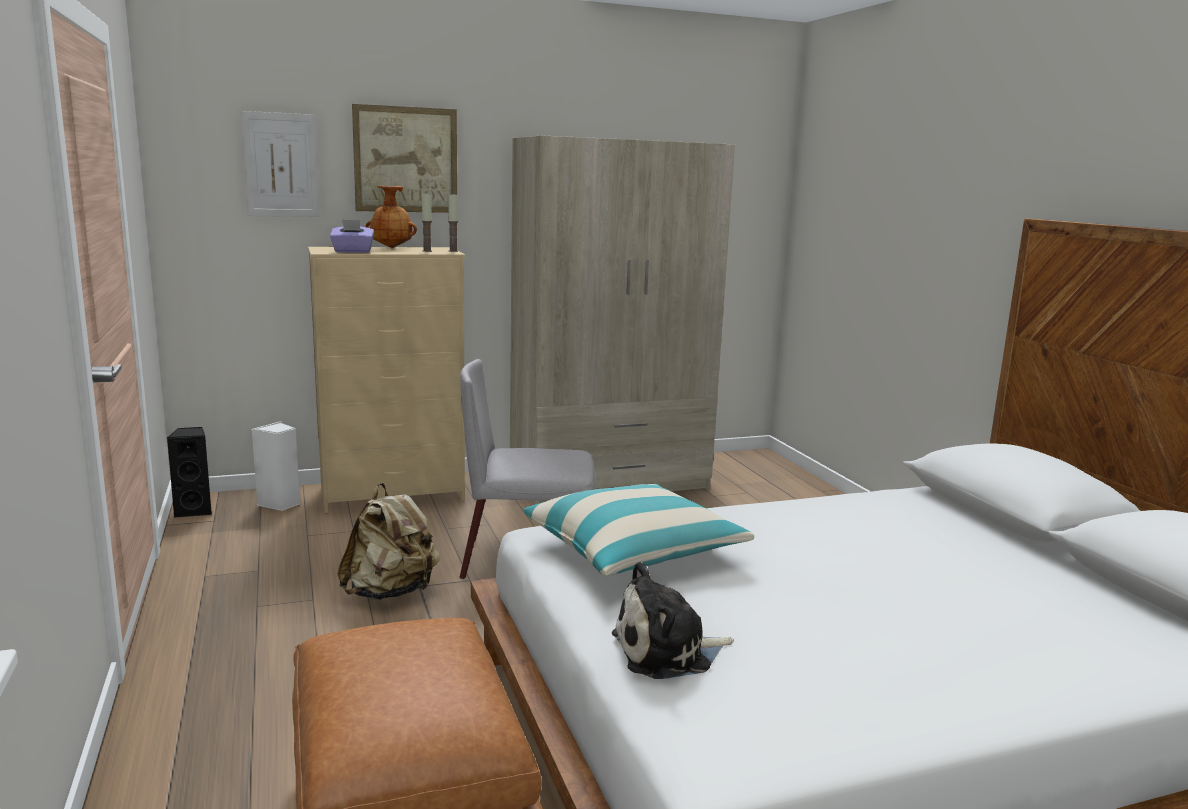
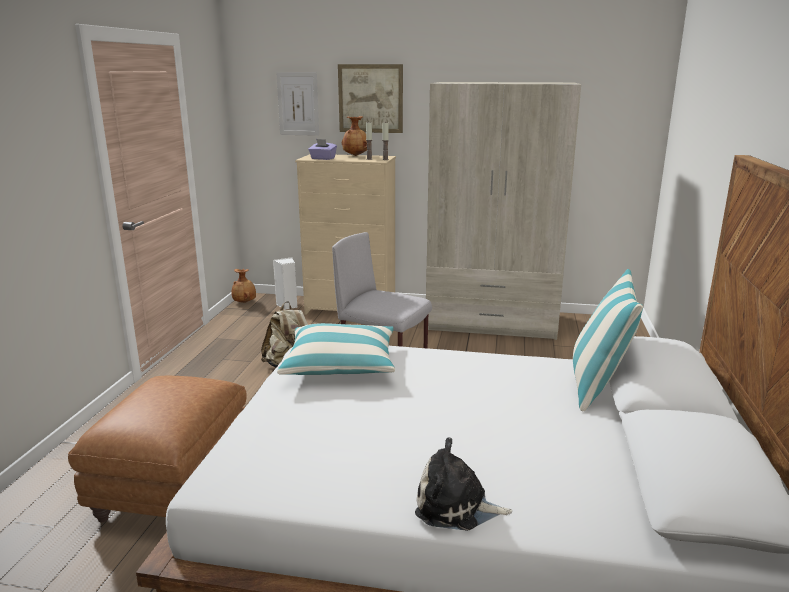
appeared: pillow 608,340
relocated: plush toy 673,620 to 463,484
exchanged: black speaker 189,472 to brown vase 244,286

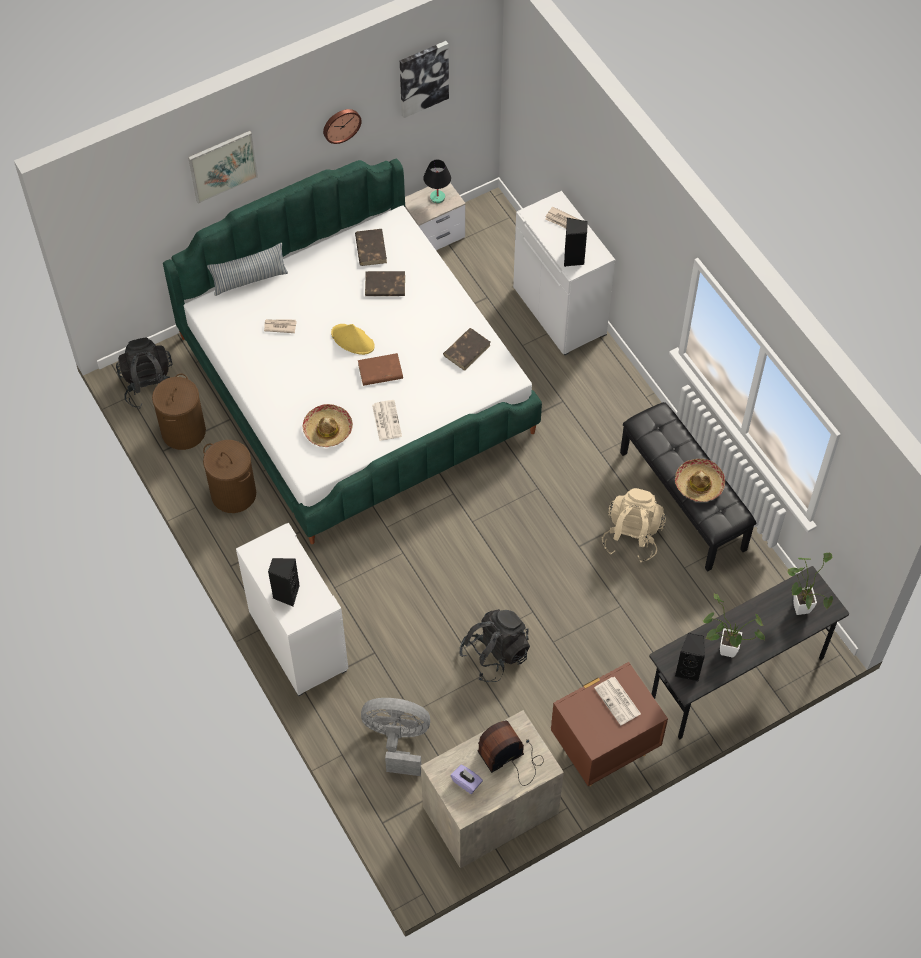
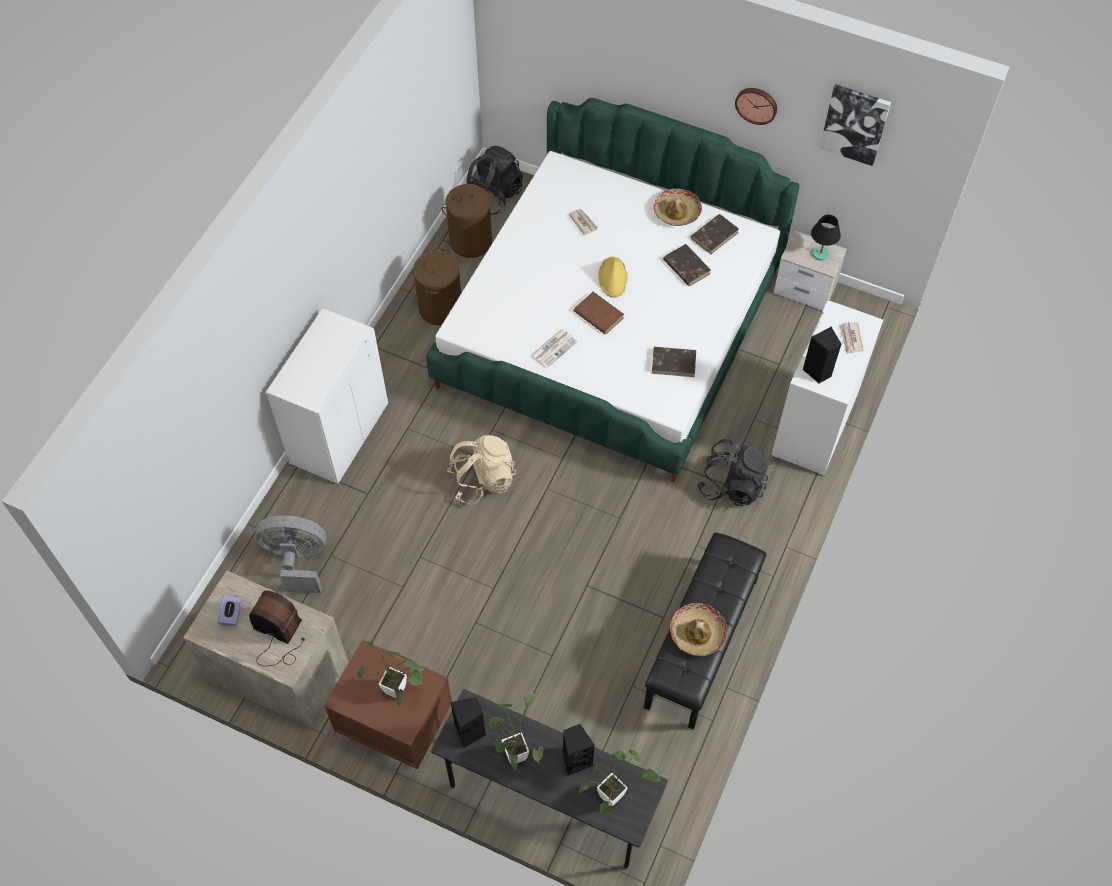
missing: picture 223,167; pillow 247,269
relocated: hat 328,425 to 677,207; beige backpack 634,525 to 481,469; black speaker 284,582 to 579,750; black backpack 495,645 to 733,473
exchanged: newspaper 617,701 to potted plant 390,674
spun: grey fan 395,737 = 290,554 60 degrees counterclockwise

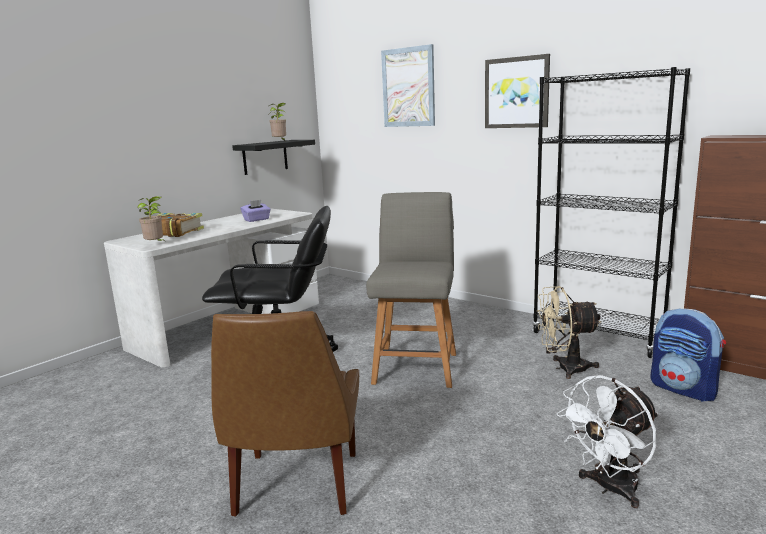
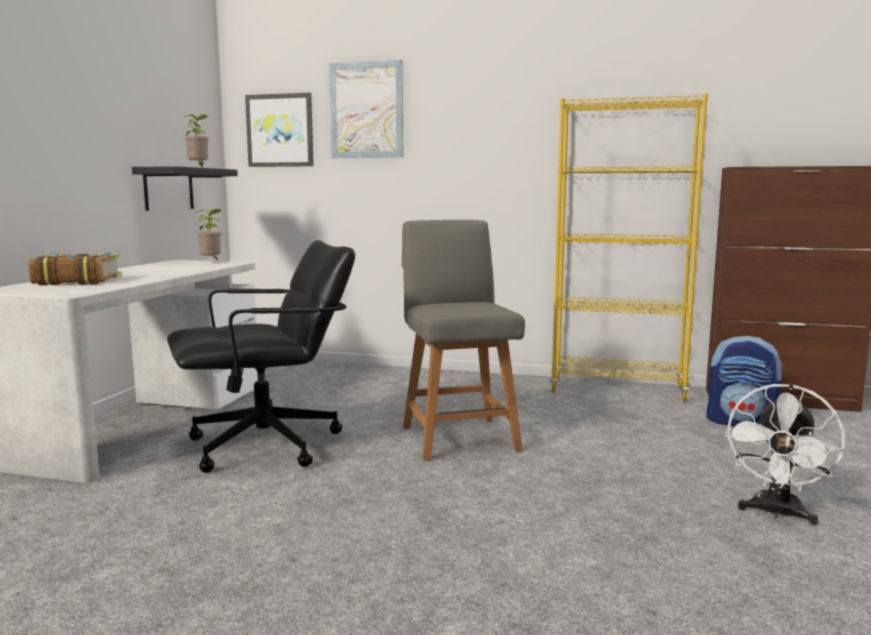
missing: purple tissue box 256,211; beige fan 569,332; brown chair 285,414
relocated: picture 517,91 to 279,130; potted plant 152,219 to 208,234
colour: black bookcase 611,212 to yellow bookcase 629,248

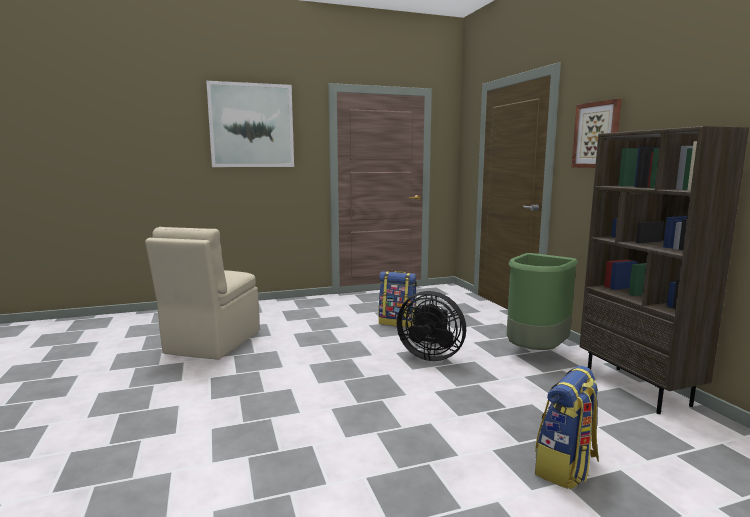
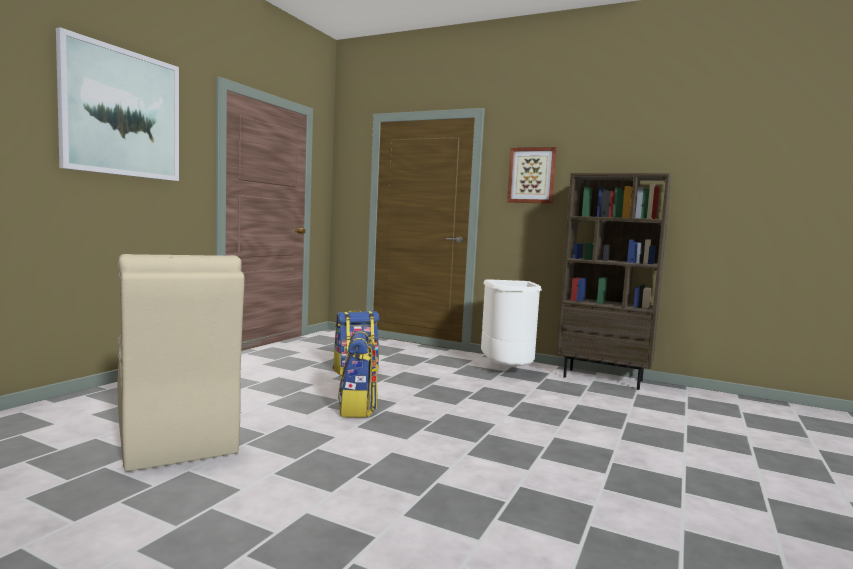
missing: black fan 431,326
relocated: backpack 567,427 to 357,374
colour: green trash can 542,301 to white trash can 511,322

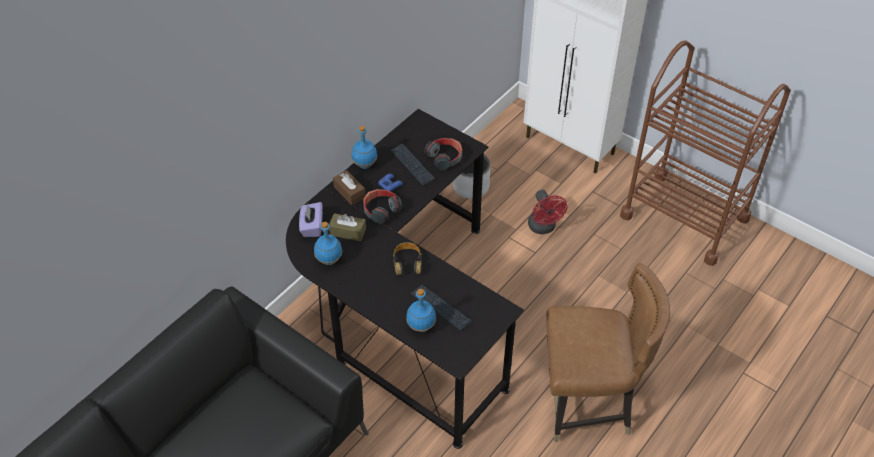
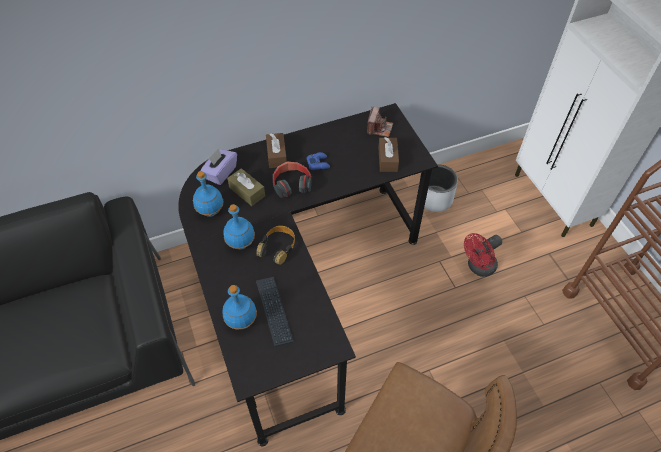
missing: keyboard 413,164
appeared: photo camera 380,122
relocated: blue bottle 364,147 to 239,226
exchanged: headphones 443,154 to brown tissue box 388,154
spun: red fan 547,212 = 483,255 45 degrees clockwise

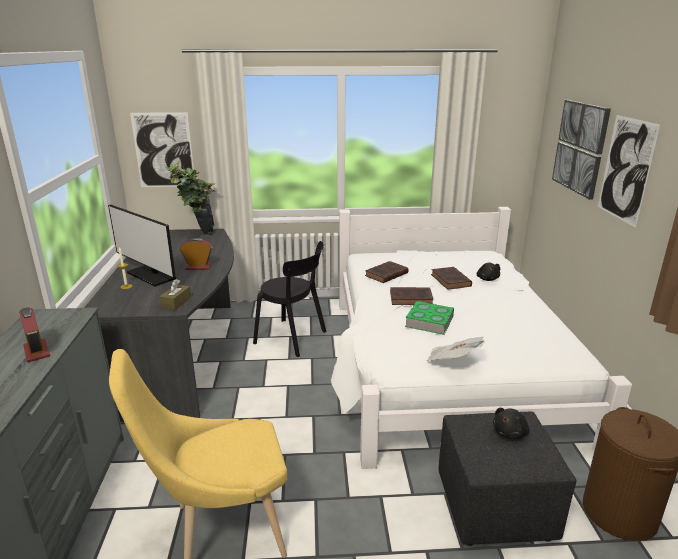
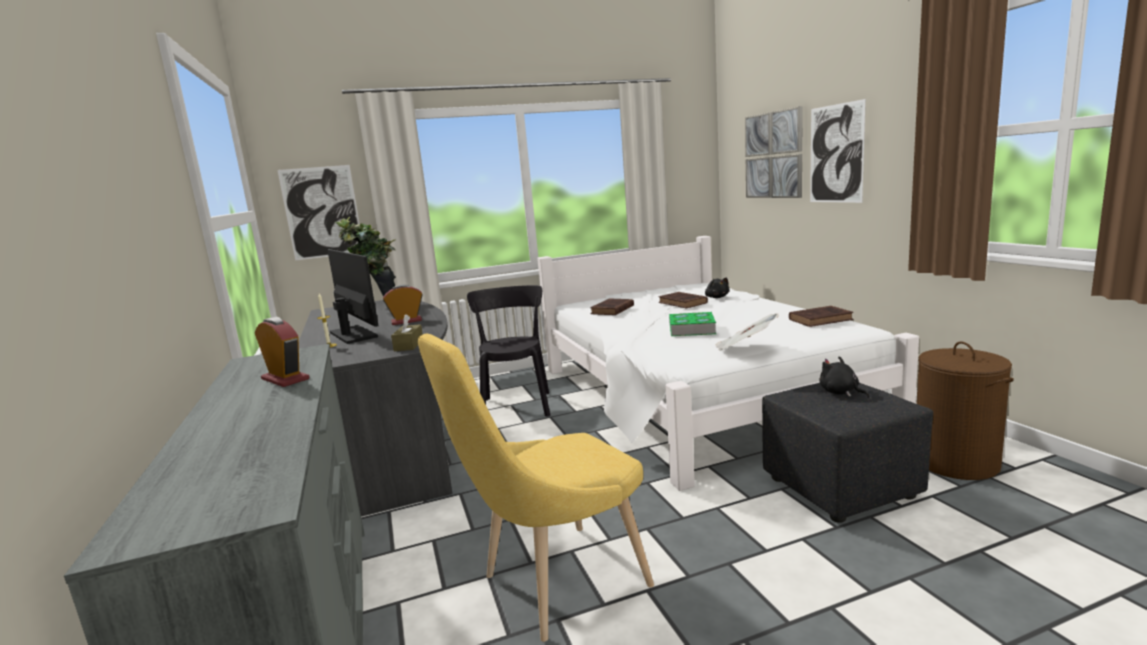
relocated: brown book 412,296 to 821,316
spun: monitor 142,245 = 352,296 150 degrees counterclockwise; black chair 290,299 = 508,351 105 degrees counterclockwise; black plush toy 511,423 = 845,377 120 degrees clockwise

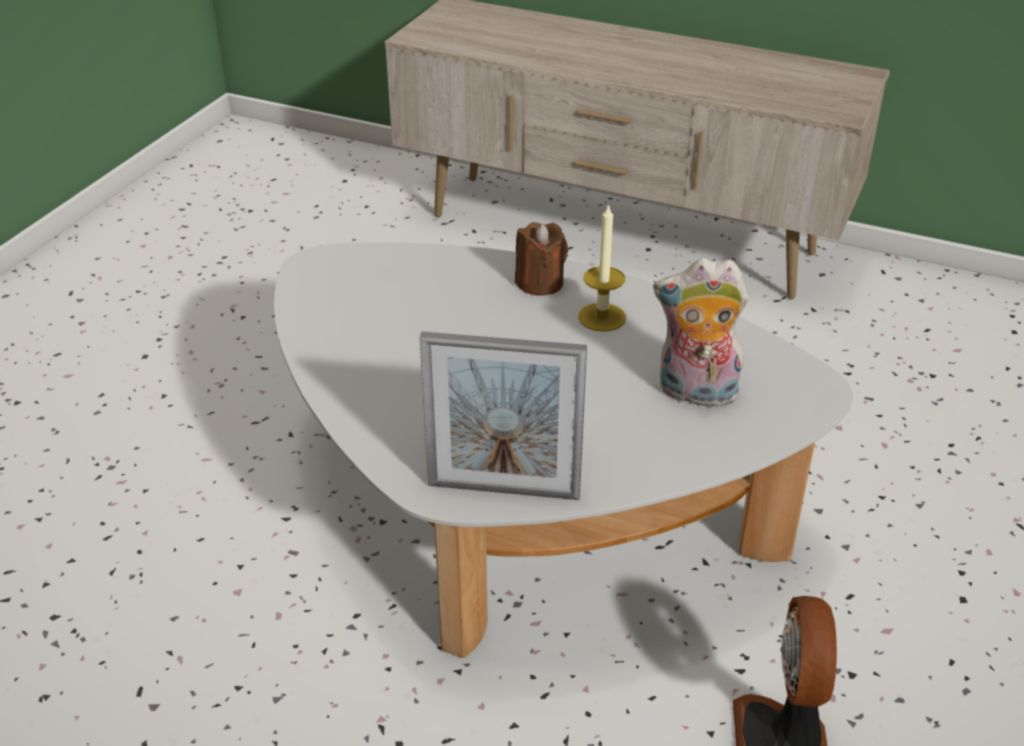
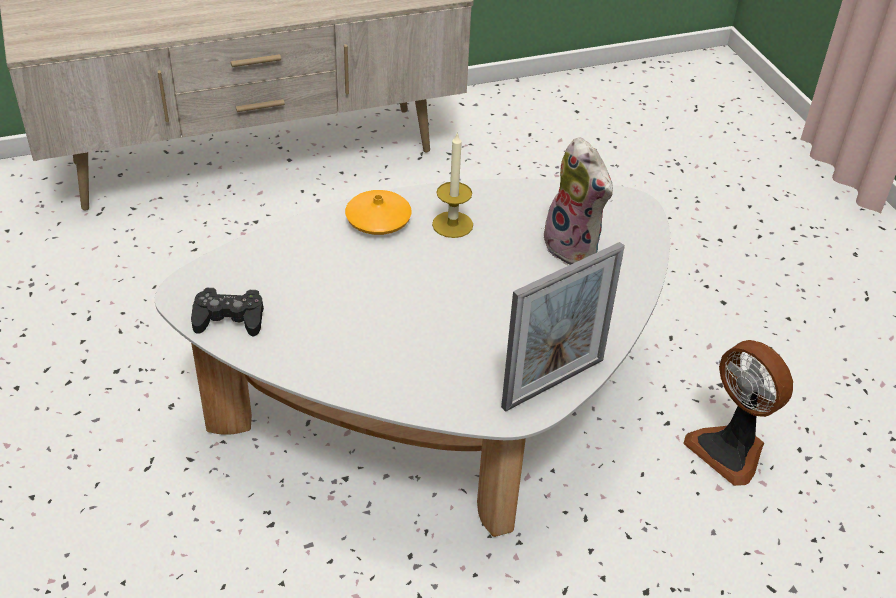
appeared: black game controller 227,312
exchanged: brown candle 541,259 to orange vase 378,212
spun: plush toy 701,335 = 578,201 90 degrees counterclockwise

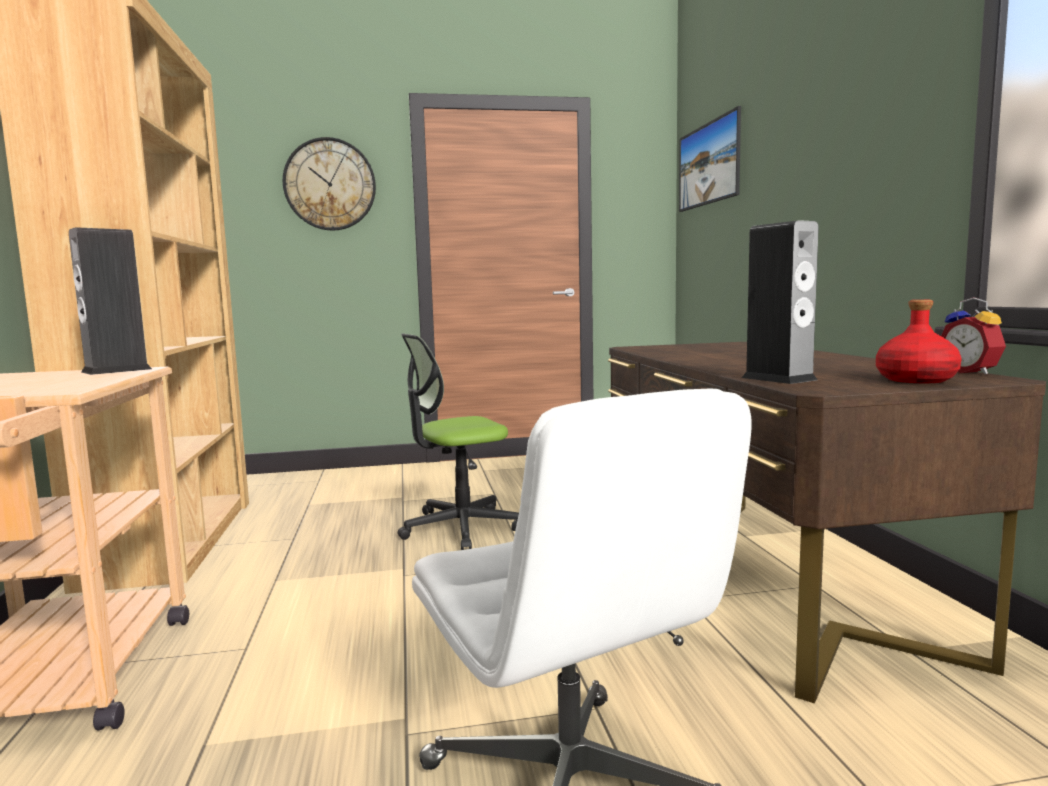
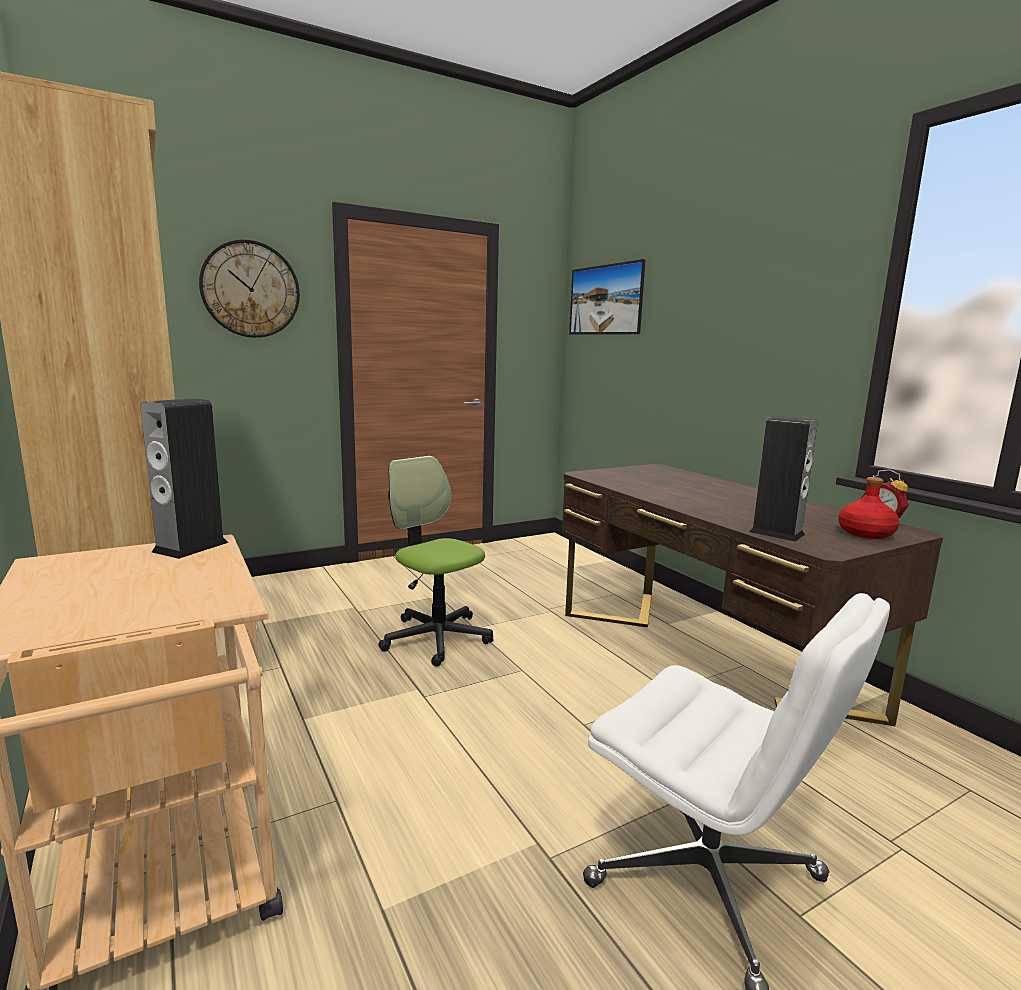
spun: office chair 458,441 = 436,561 90 degrees clockwise

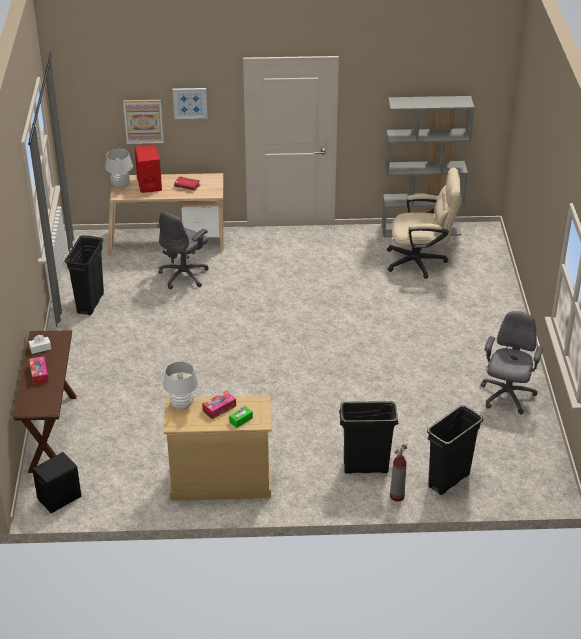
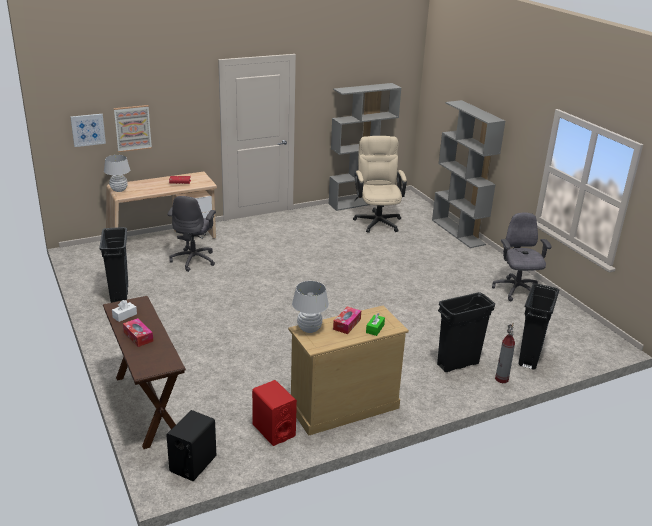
appeared: grey bookcase 468,174
relocated: picture 190,103 to 88,130; red speaker 148,169 to 274,413
spun: beige office chair 424,223 = 380,184 75 degrees counterclockwise

